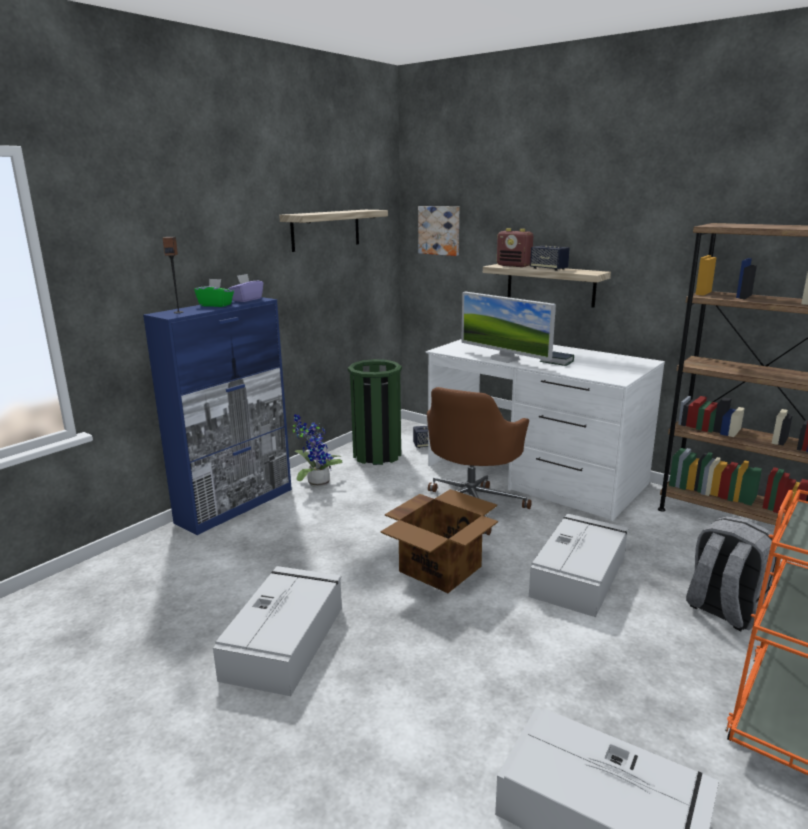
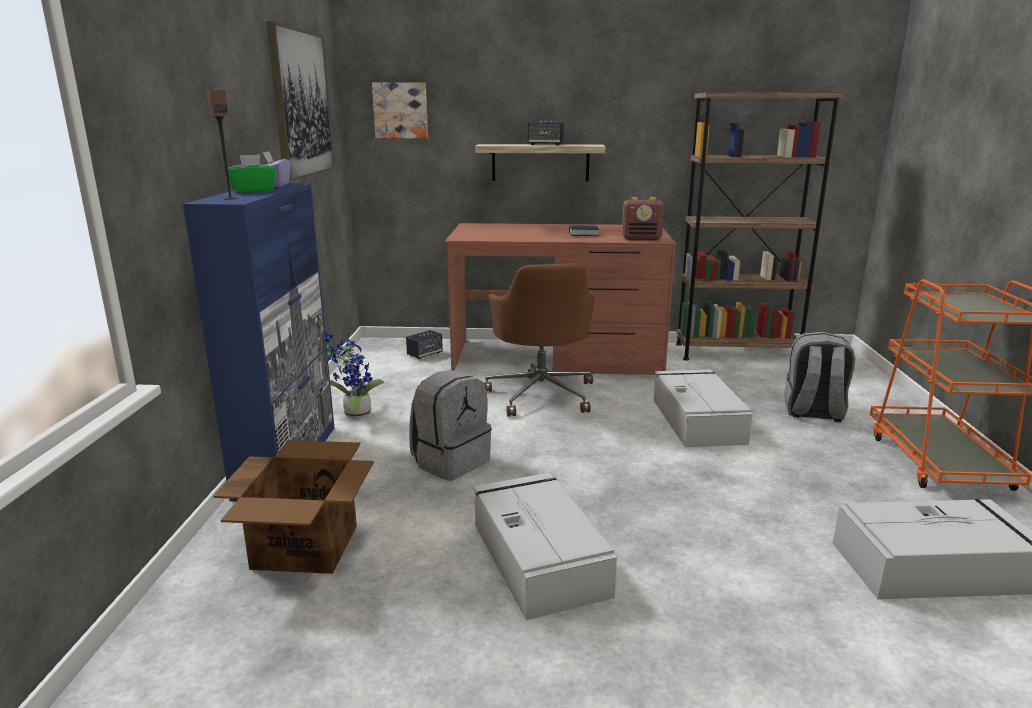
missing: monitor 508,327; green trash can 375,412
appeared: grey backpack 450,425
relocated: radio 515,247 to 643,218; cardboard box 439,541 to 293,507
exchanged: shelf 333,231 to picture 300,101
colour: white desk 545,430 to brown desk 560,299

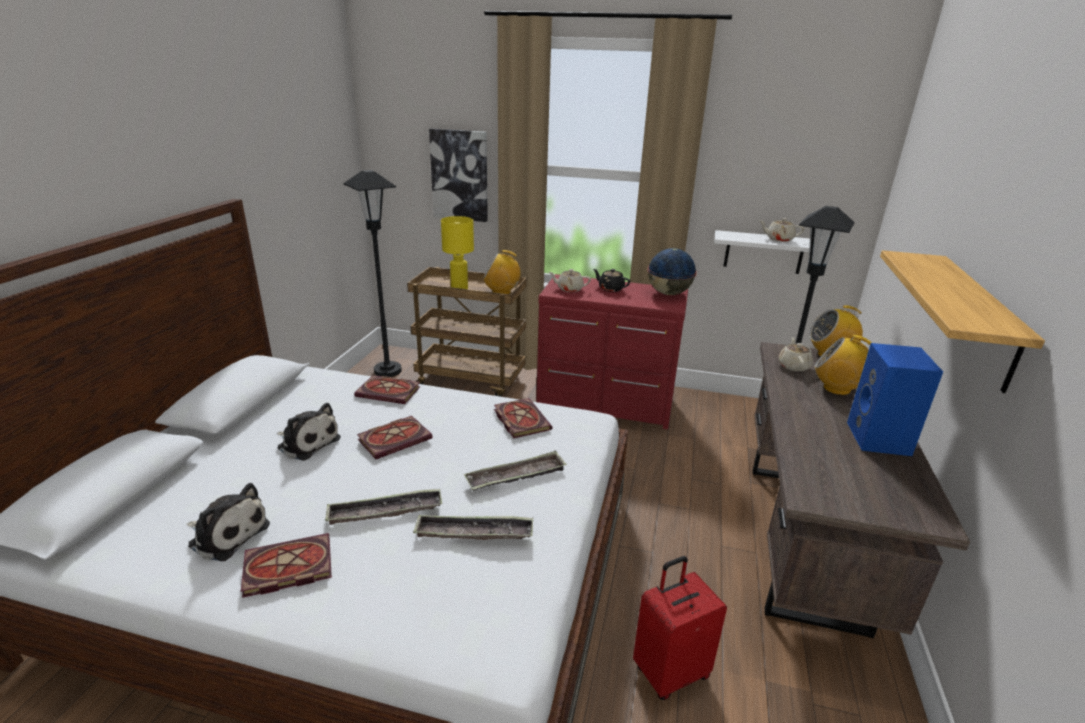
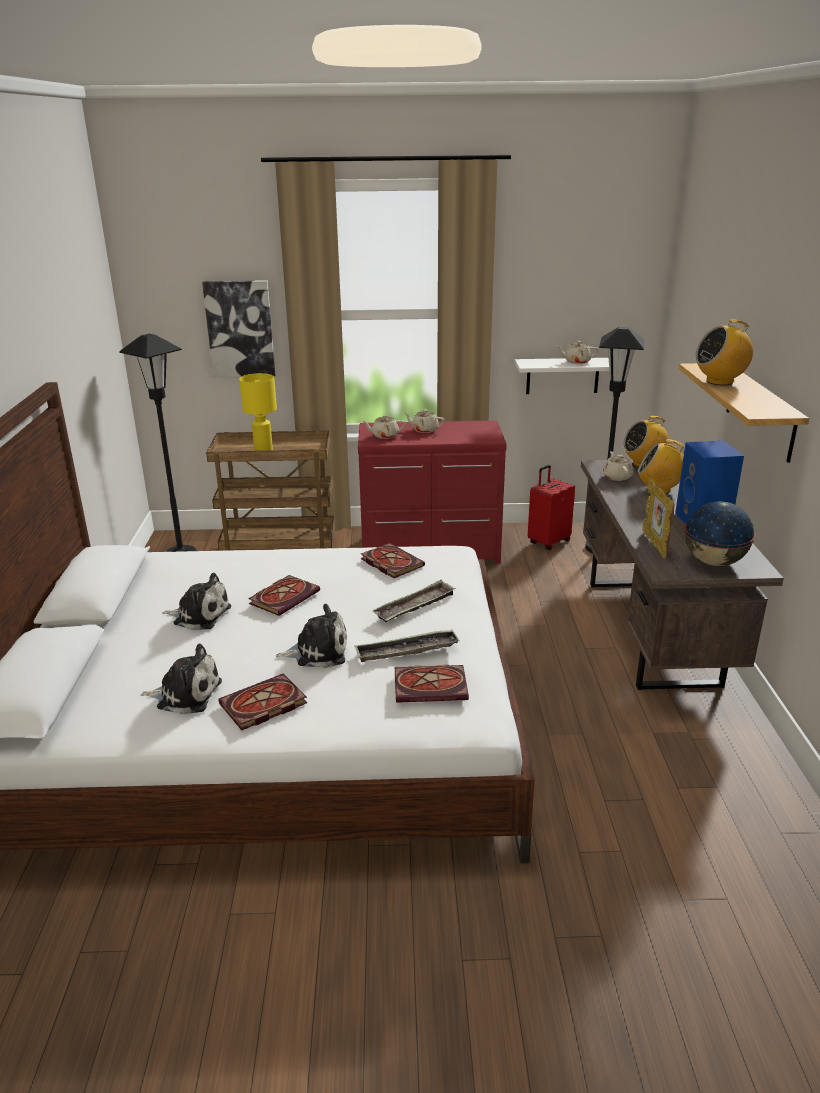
appeared: picture frame 658,518
relocated: globe 672,271 to 719,533; radio 502,272 to 724,352; book 387,389 to 432,684; red suitcase 680,628 to 551,507
exchanged: tray 383,506 to plush toy 311,636
colour: black teapot 611,280 to beige teapot 424,421

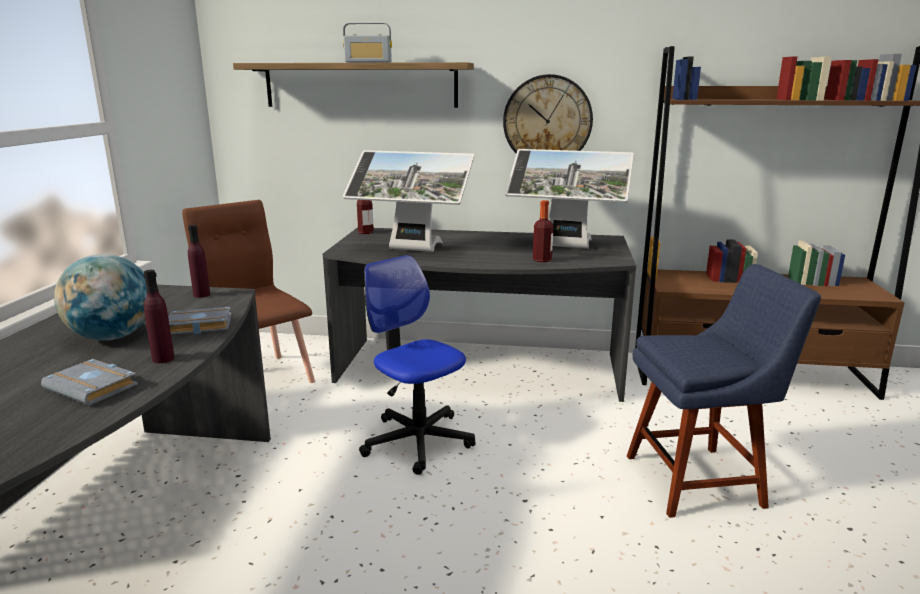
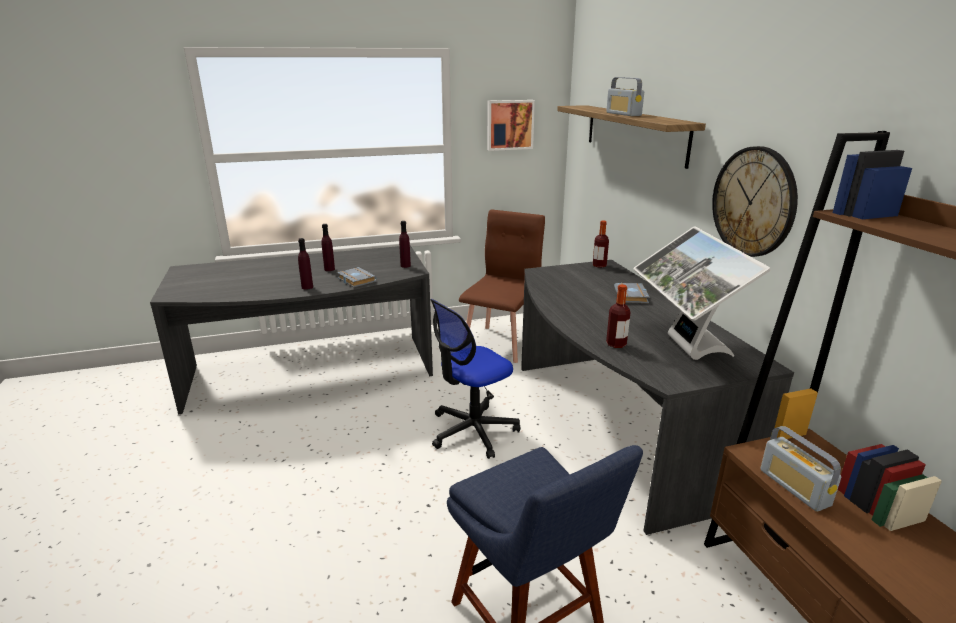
missing: monitor 409,201
appeared: picture 511,125; radio 800,469
relocated: grey book 89,382 to 632,293
exchanged: globe 100,297 to purple bottle 328,247
spun: office chair 417,365 = 475,379 150 degrees counterclockwise

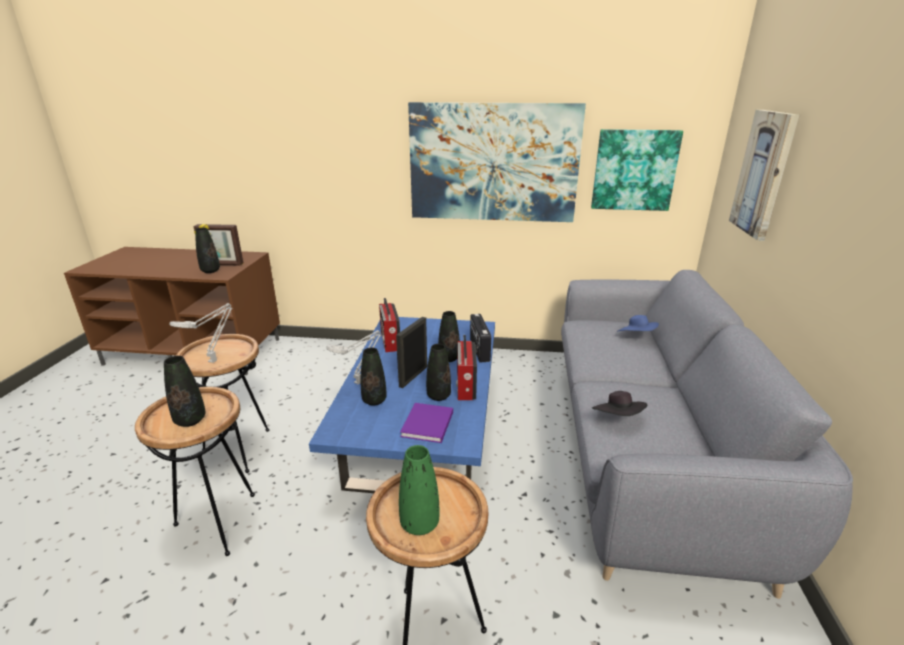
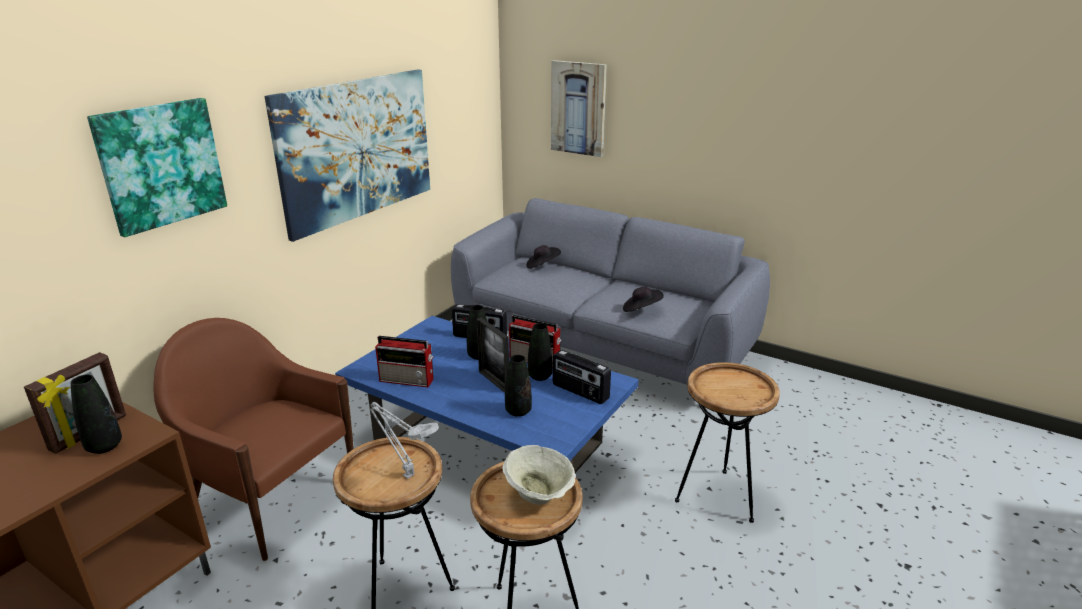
missing: grey table lamp 353,357; green vase 419,490
appeared: brown armchair 253,439
relocated: picture 637,170 to 157,167
exchanged: black vase 185,391 to beige bowl 539,475; purple book 426,423 to radio 582,377
colour: blue hat 638,323 to black hat 543,257

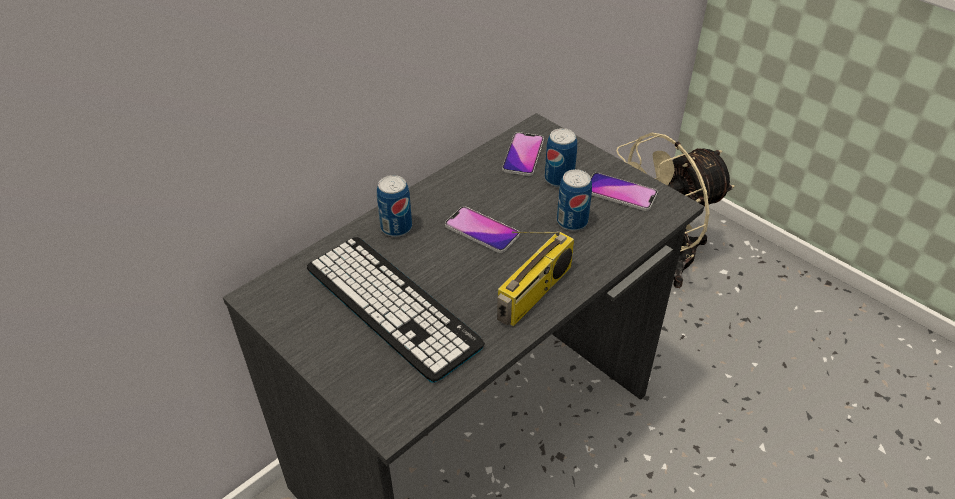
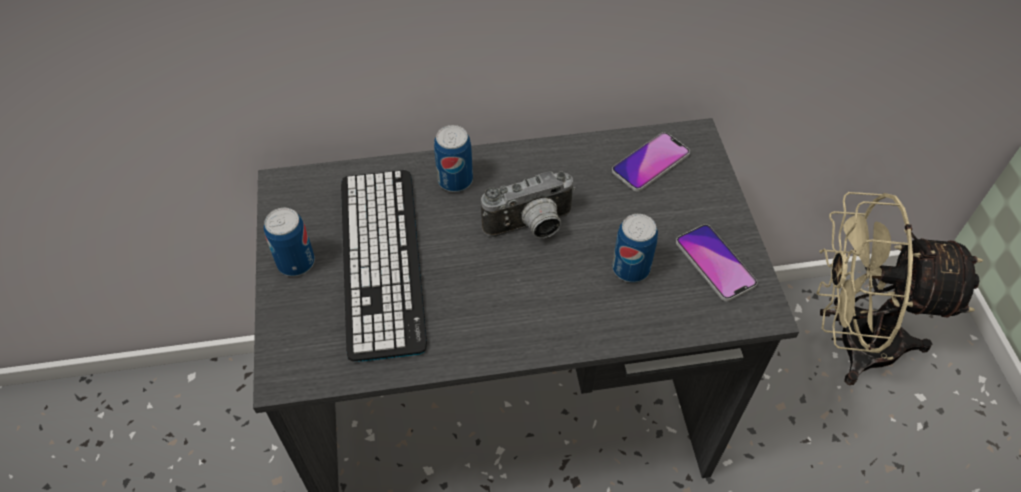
missing: radio 535,278
relocated: can 561,157 to 289,242
exchanged: phone 482,229 to photo camera 528,204

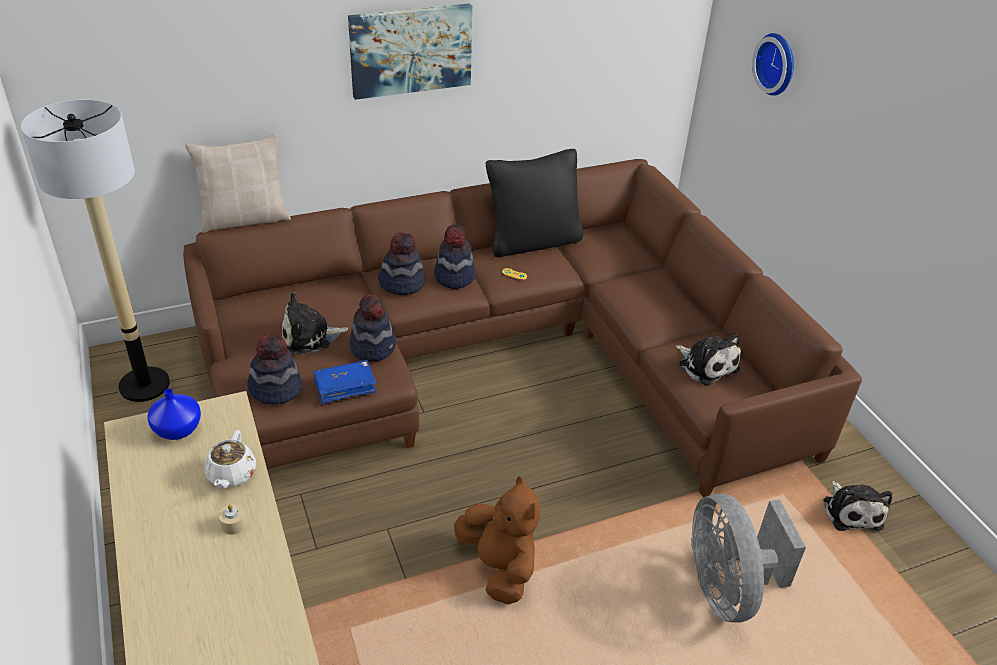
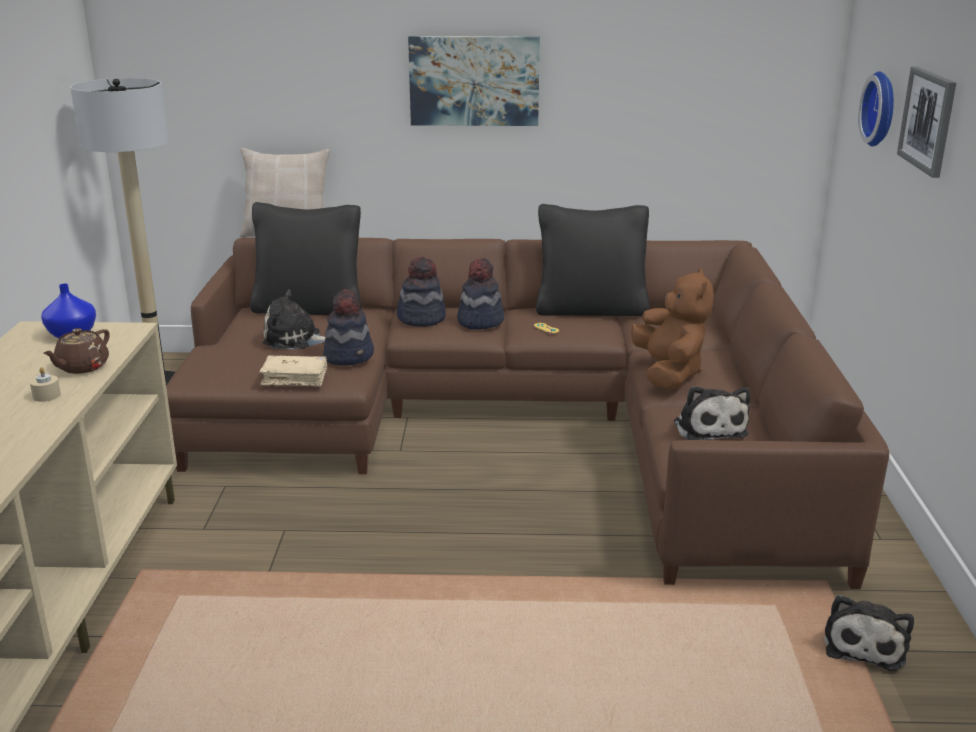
missing: hat 274,369; grey fan 748,558
appeared: picture 926,122; black pillow 305,258
relocated: brown plush toy 497,540 to 672,329
colour: blue book 345,382 to beige book 293,371; white teapot 230,459 to brown teapot 76,351

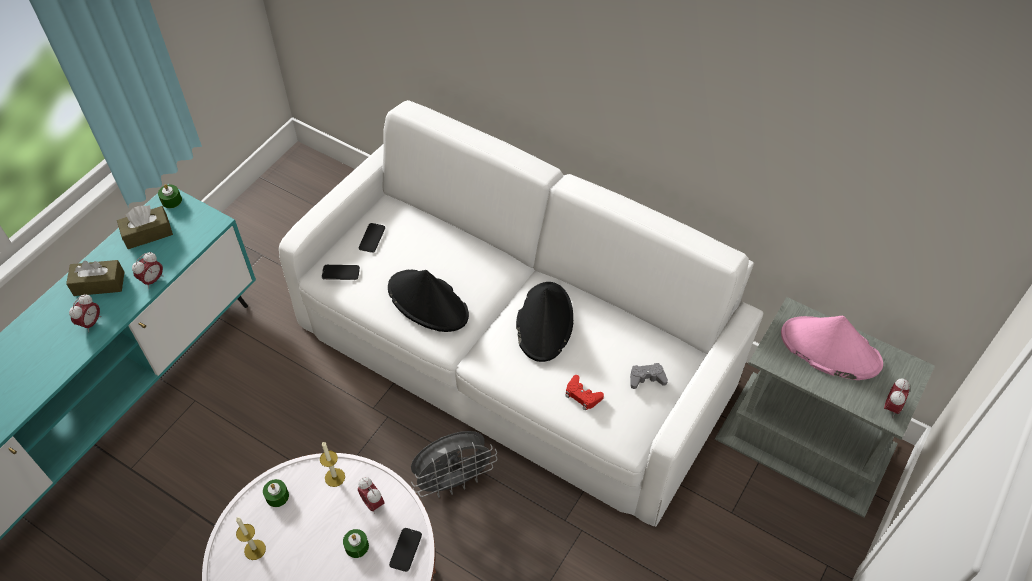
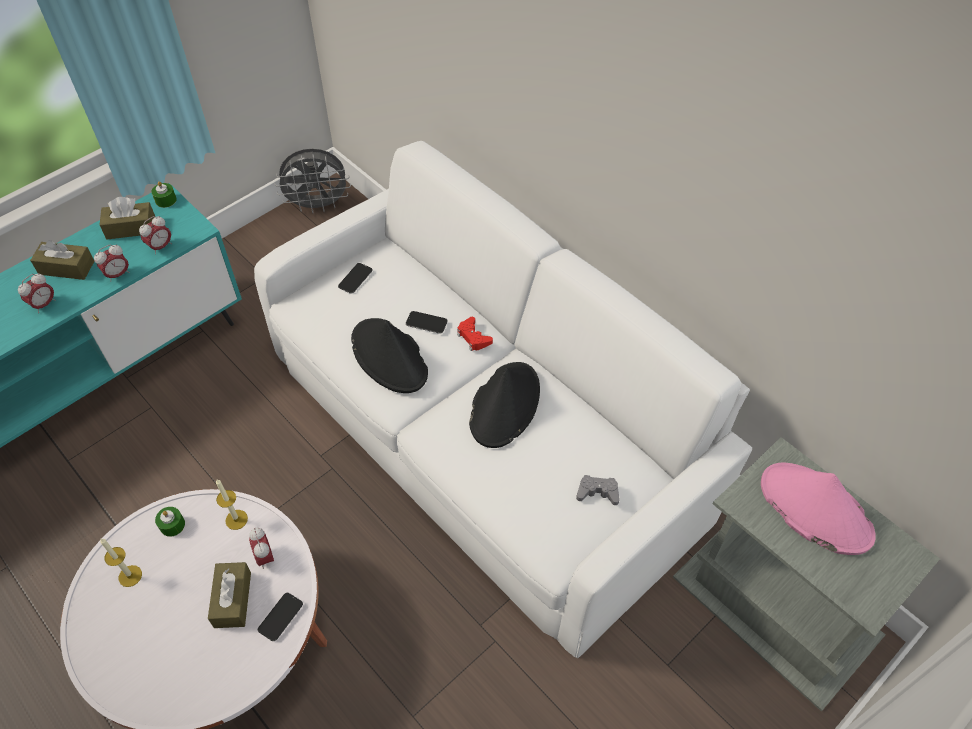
relocated: phone 341,272 to 427,322; red game controller 585,393 to 475,334; alarm clock 897,398 to 155,235; grey fan 454,464 to 313,181
exchanged: green candle 356,543 to brown tissue box 229,595

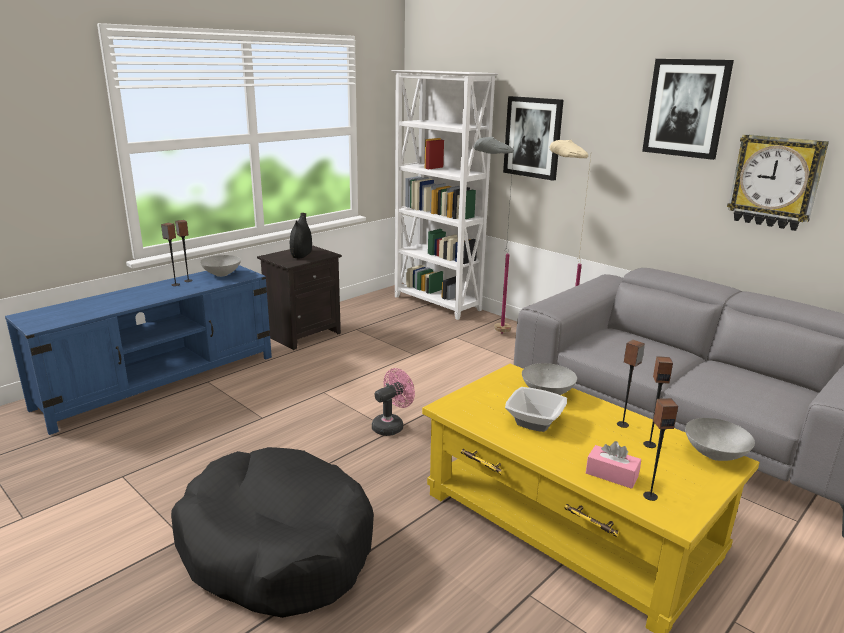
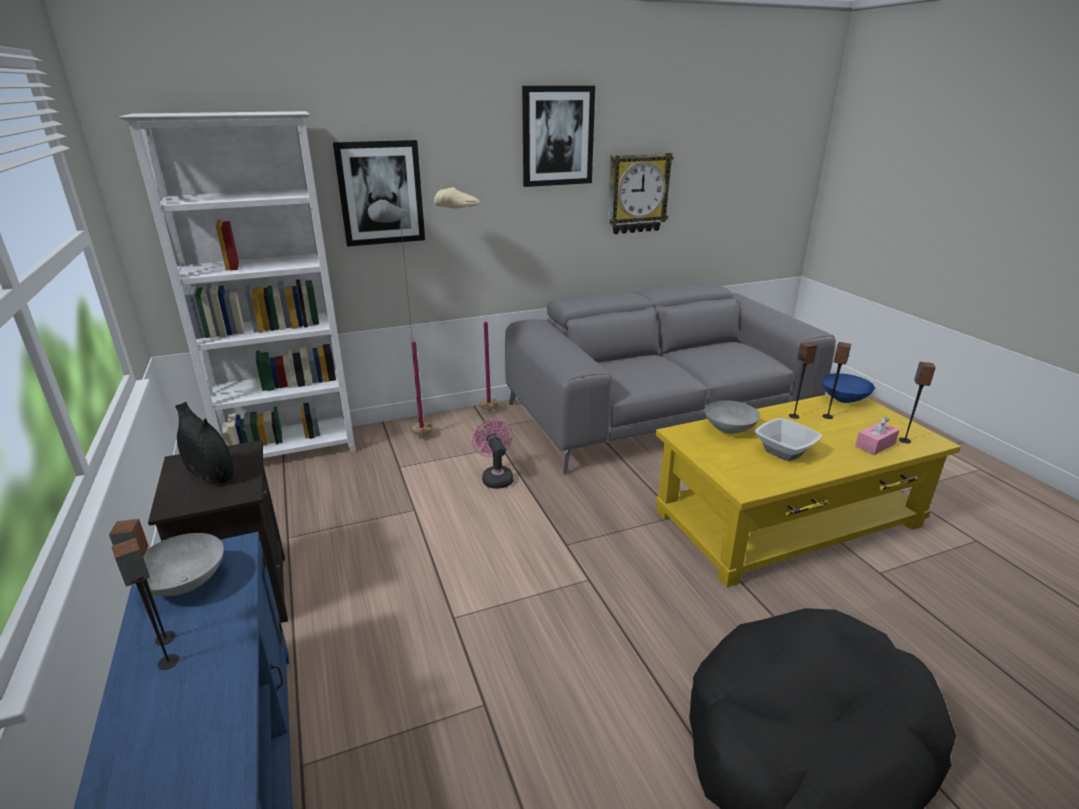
relocated: pink fan 393,402 to 493,454
colour: grey bowl 720,439 to blue bowl 848,388

